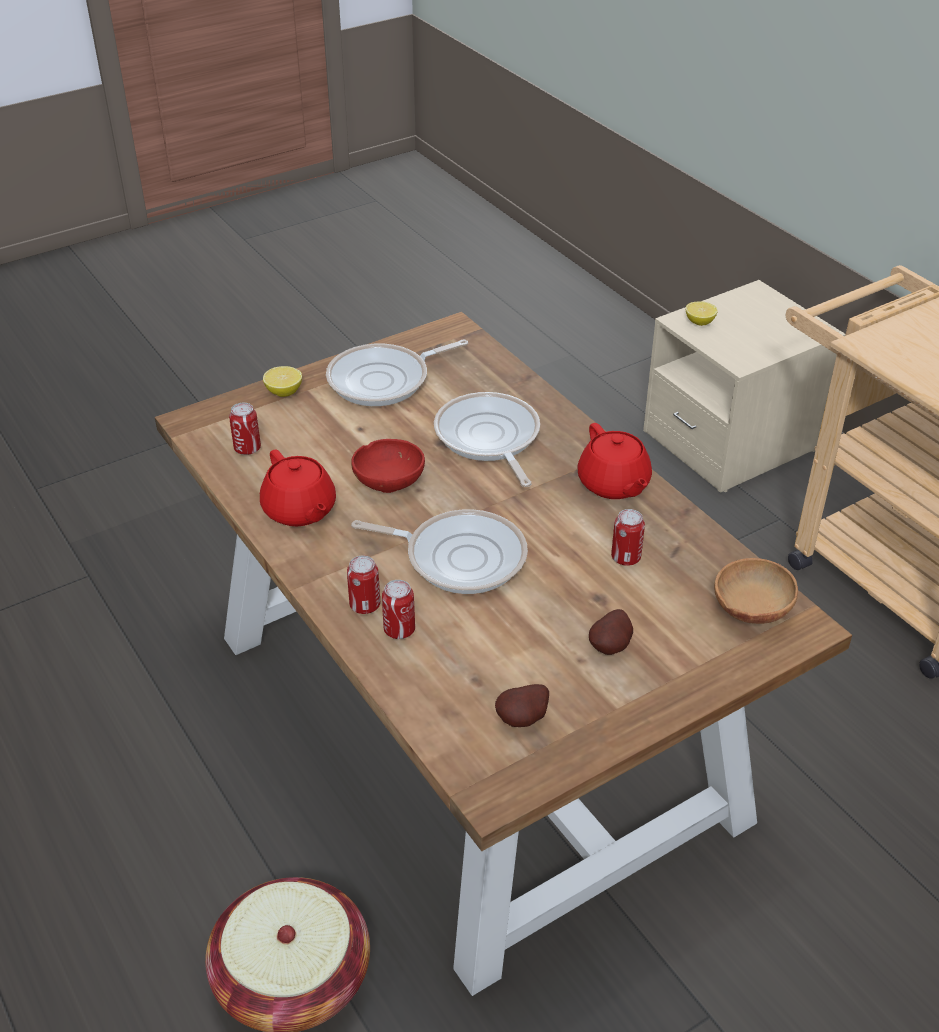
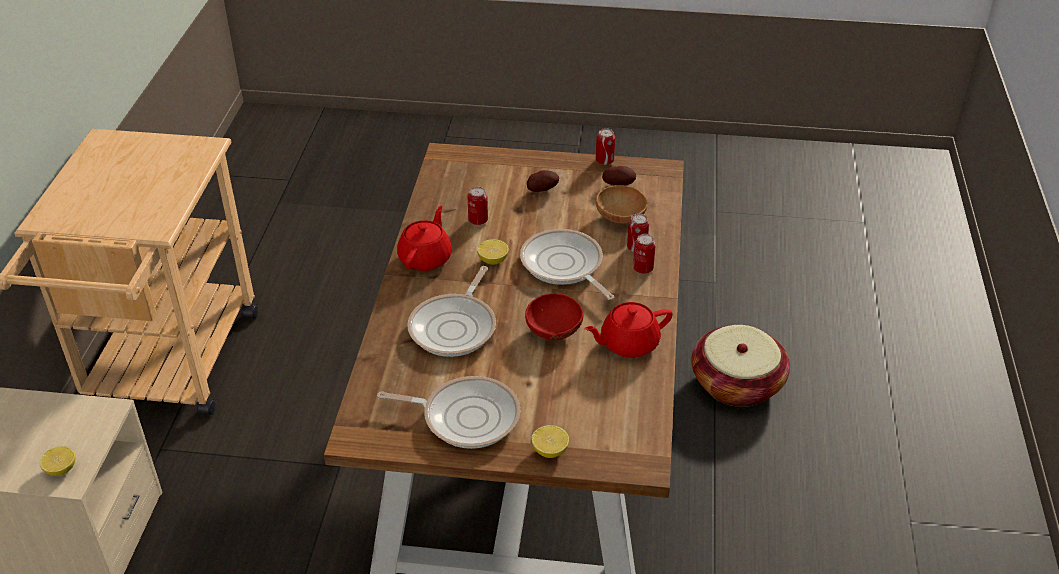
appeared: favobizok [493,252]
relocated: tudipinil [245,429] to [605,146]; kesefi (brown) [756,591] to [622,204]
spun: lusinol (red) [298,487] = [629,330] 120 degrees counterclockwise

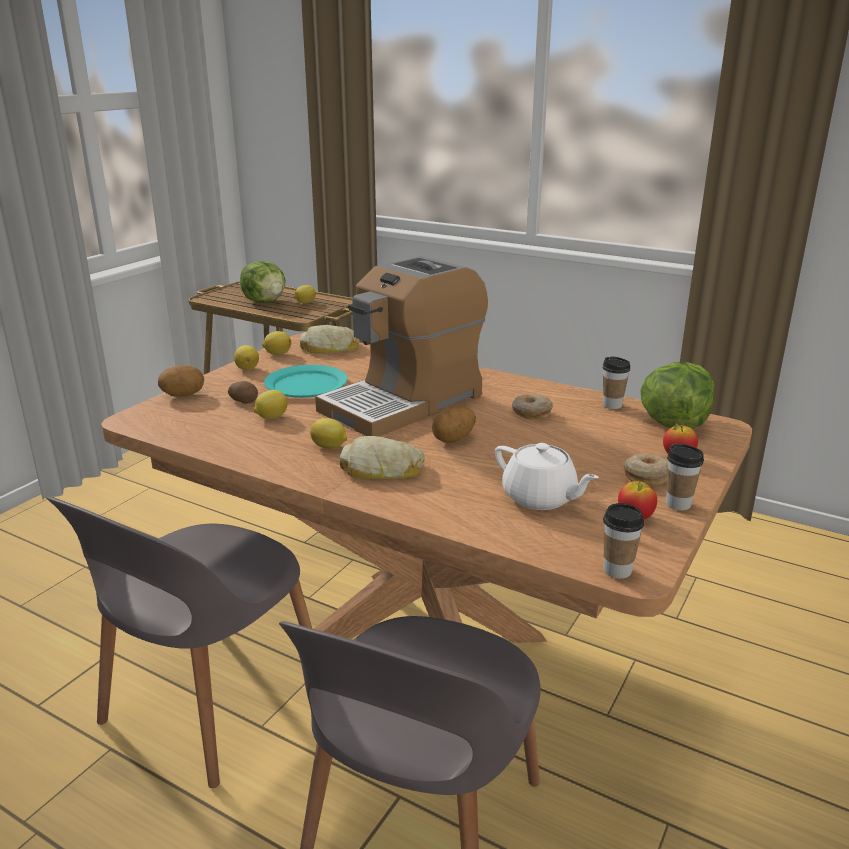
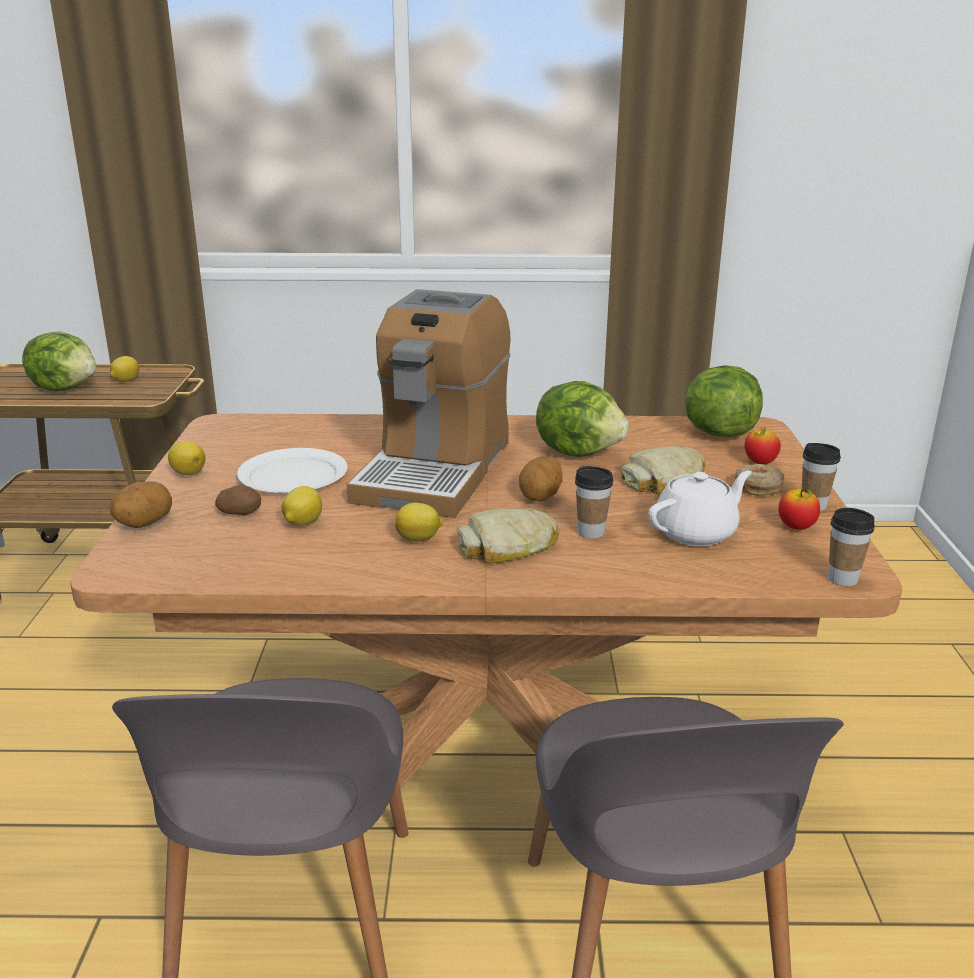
missing: favobizok [276,343]
relocated: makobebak [330,339] to [663,469]; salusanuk [616,382] to [594,502]
exchanged: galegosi [532,407] to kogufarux [582,419]
colour: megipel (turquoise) [305,381] to megipel (white) [292,471]
spun: lusinol (white) [547,476] = [700,508] 45 degrees counterclockwise

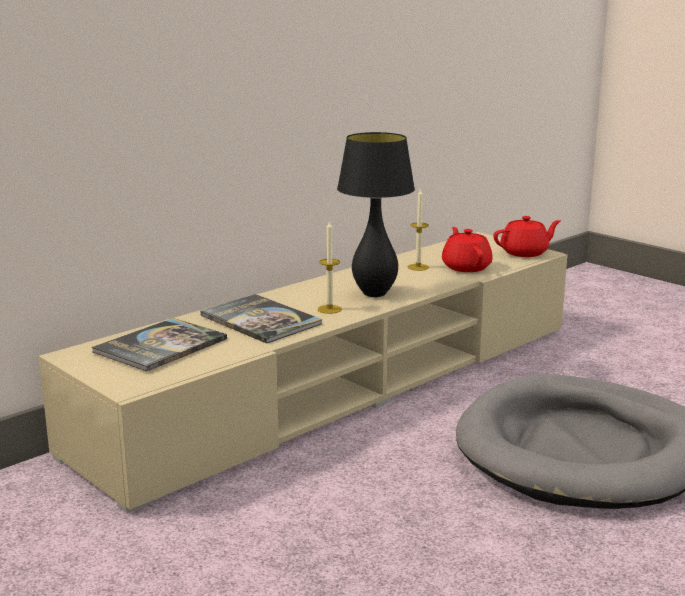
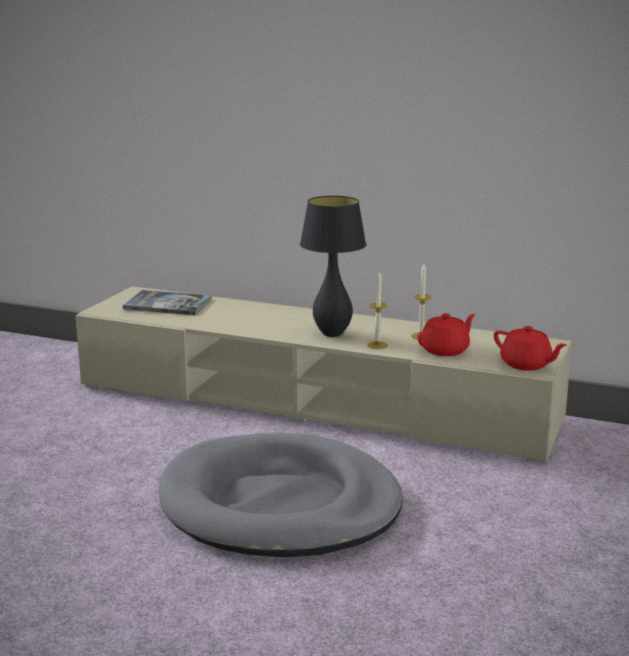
missing: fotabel [261,319]
relocated: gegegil [330,267] to [377,310]

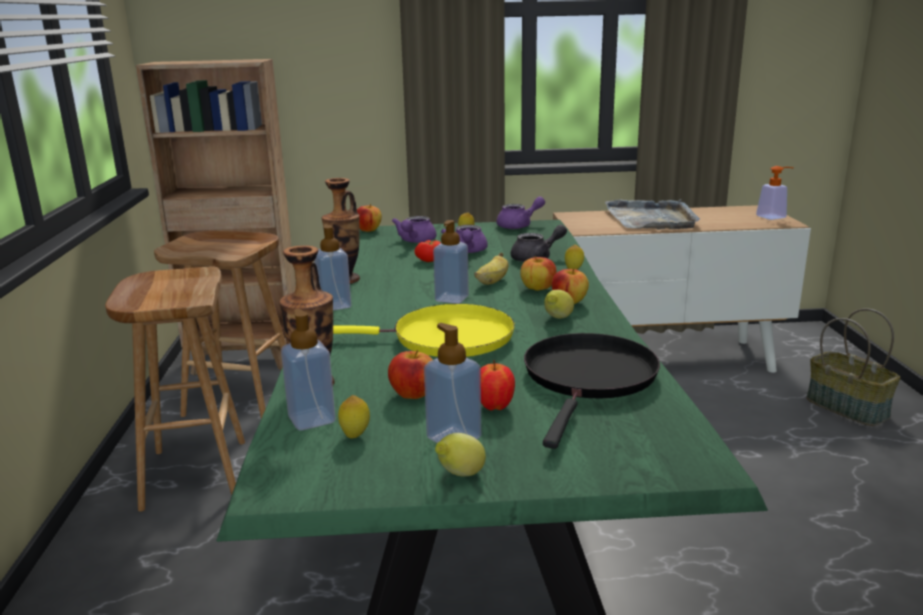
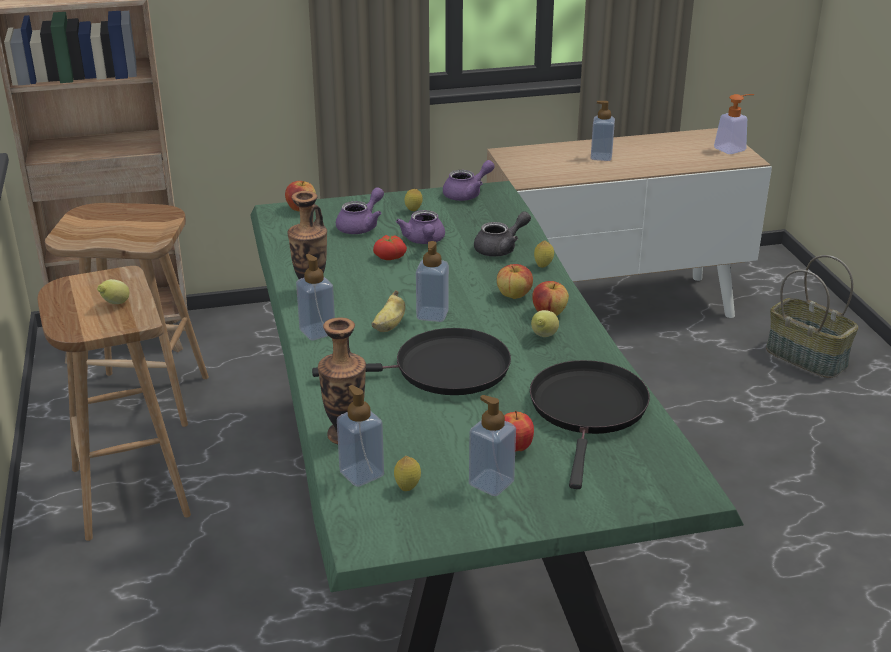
missing: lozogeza [410,374]
relocated: favobizok [460,454] to [113,291]; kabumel [491,269] to [388,311]
exchanged: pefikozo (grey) [652,214] to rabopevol [603,131]
colour: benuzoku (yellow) [424,330] to benuzoku (black) [411,361]
spun: lusinol (purple) [414,229] = [360,210] 150 degrees counterclockwise

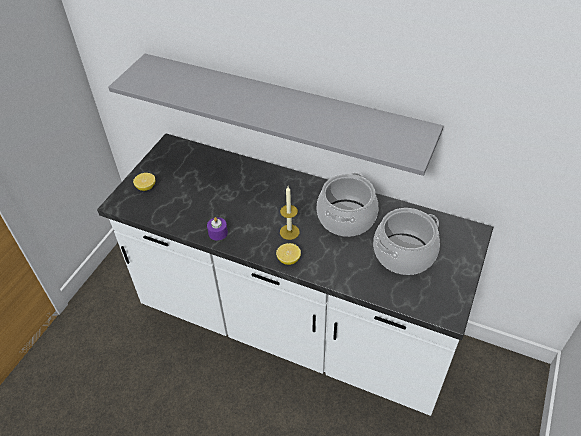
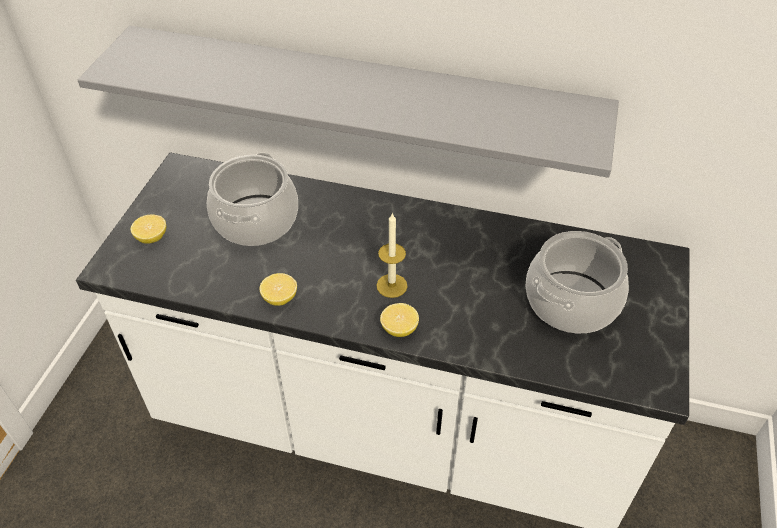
relocated: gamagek [347,205] to [252,199]
exchanged: gegegil (purple) [217,228] to favobizok [278,289]

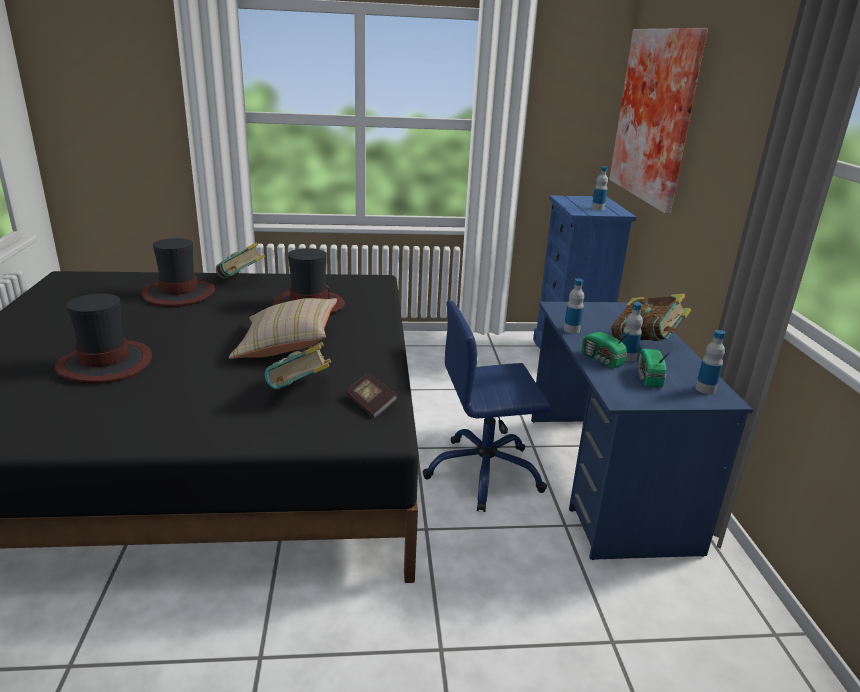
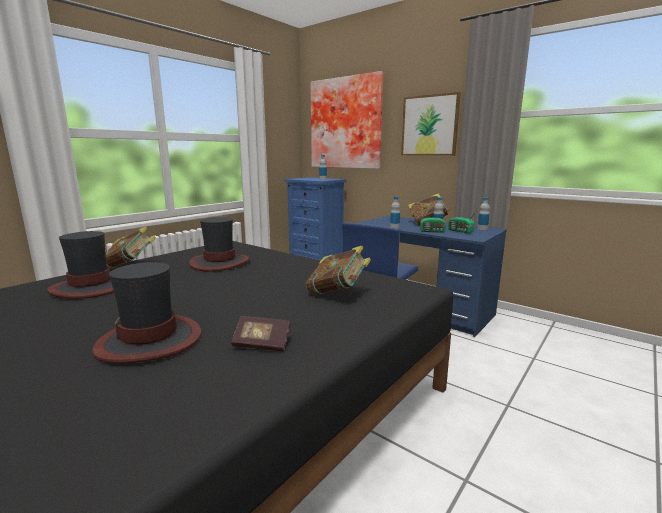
missing: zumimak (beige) [283,328]
appeared: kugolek [431,124]
relocated: fotabel [372,395] to [260,334]

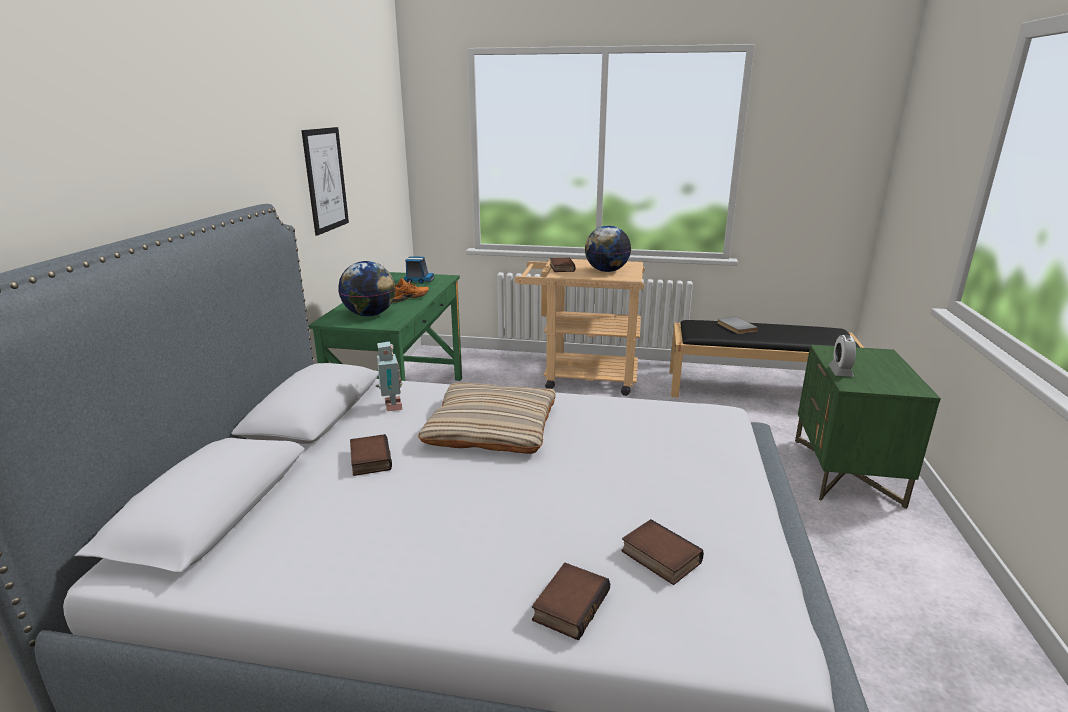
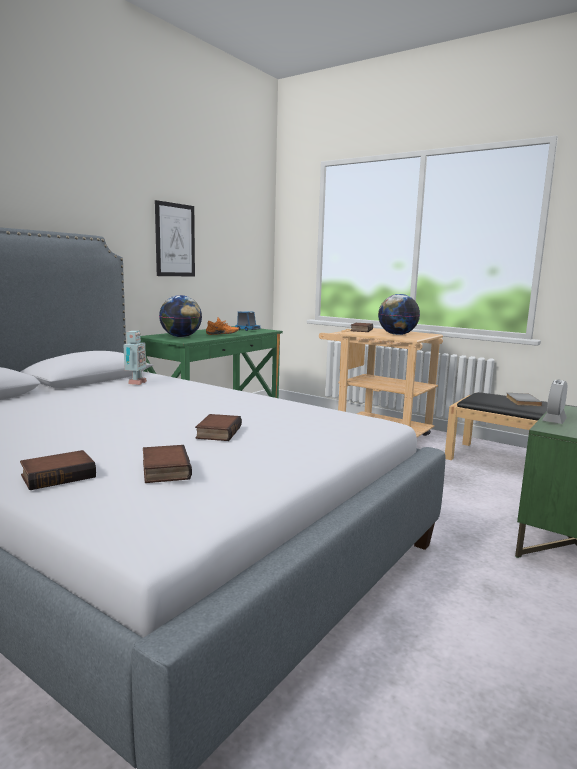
missing: zumimak (beige) [487,418]
relocated: fotabel [371,455] to [218,427]

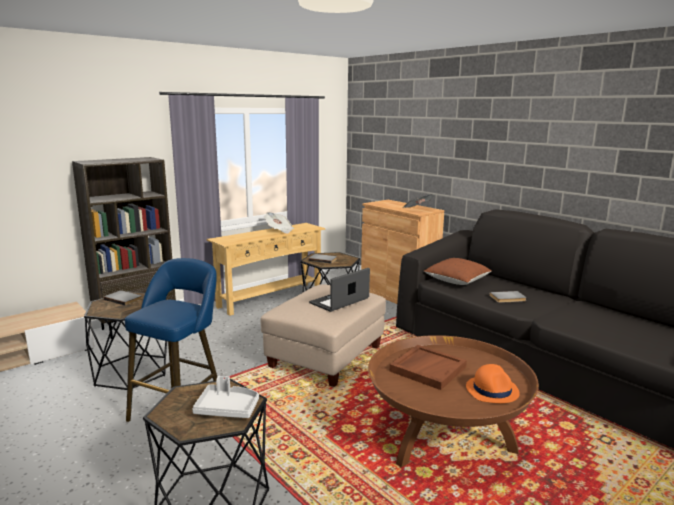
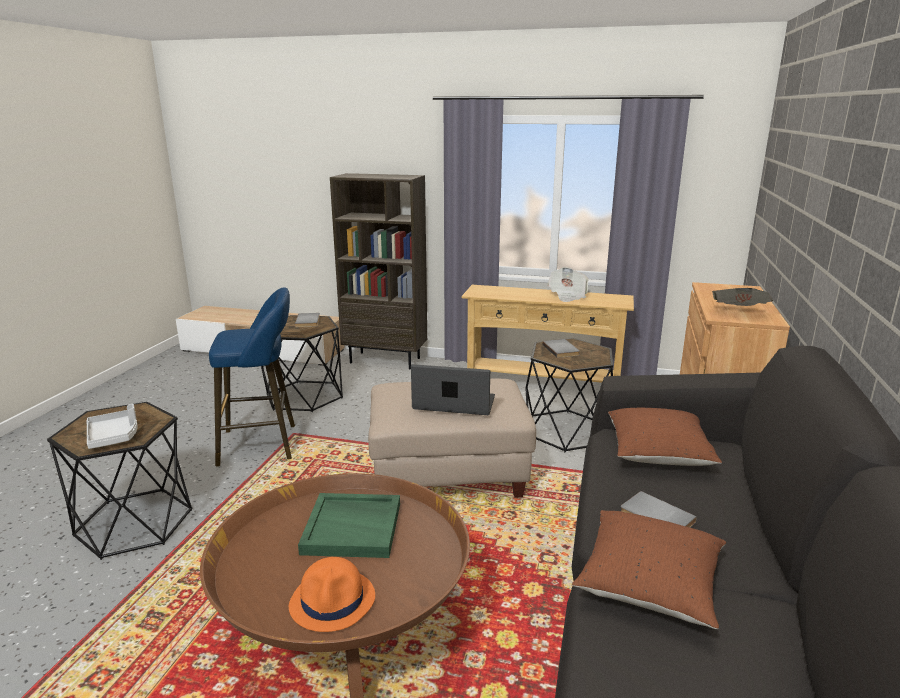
appeared: zumimak (brown) [649,569]
colour: pefikozo (brown) [428,367] to pefikozo (green) [349,525]

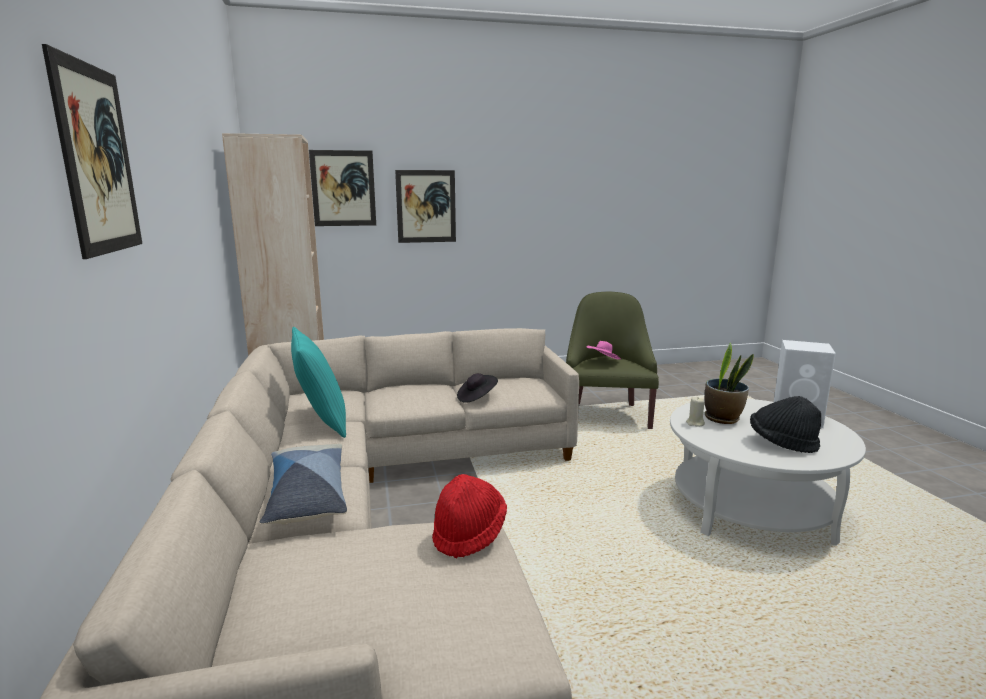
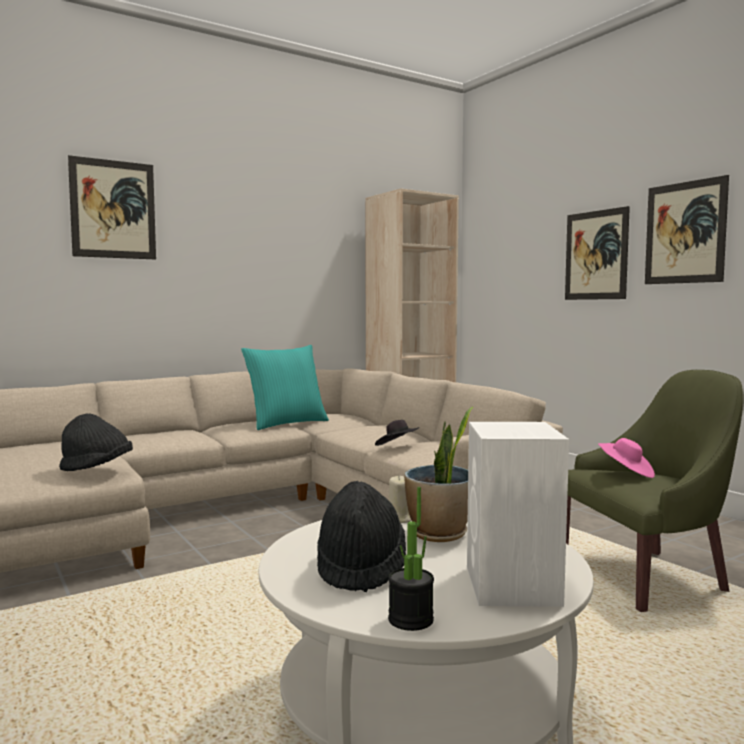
missing: zumimak [303,484]
appeared: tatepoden [411,559]
relocated: kugolek [342,188] to [687,229]
colour: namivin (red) [469,516] to namivin (black) [96,442]

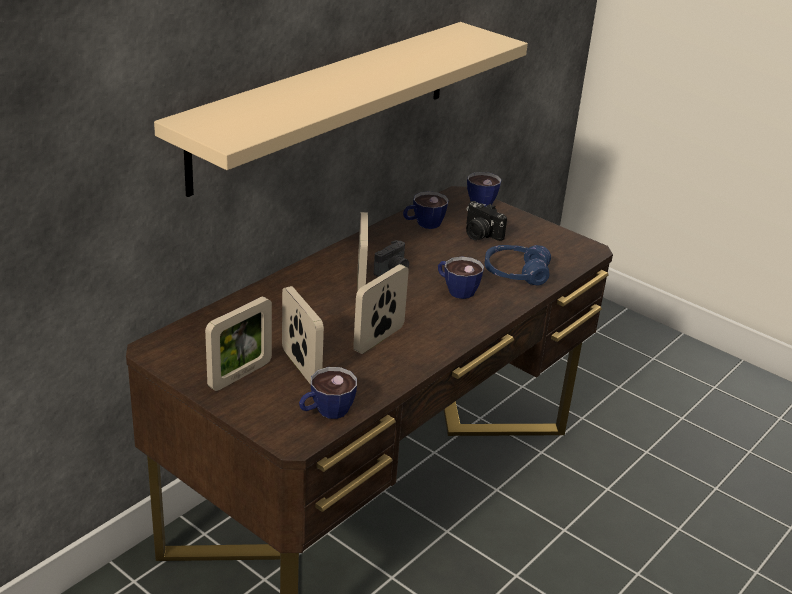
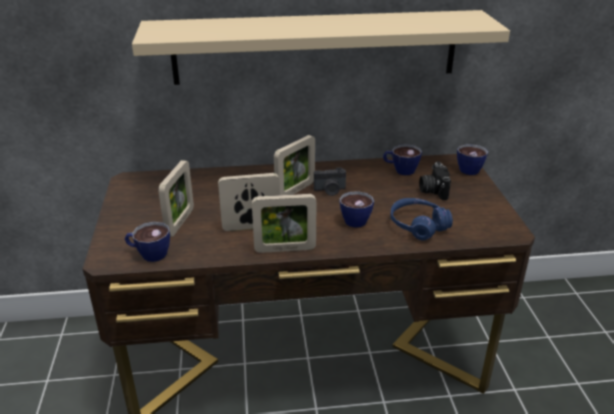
relocated: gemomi [238,344] to [284,223]

